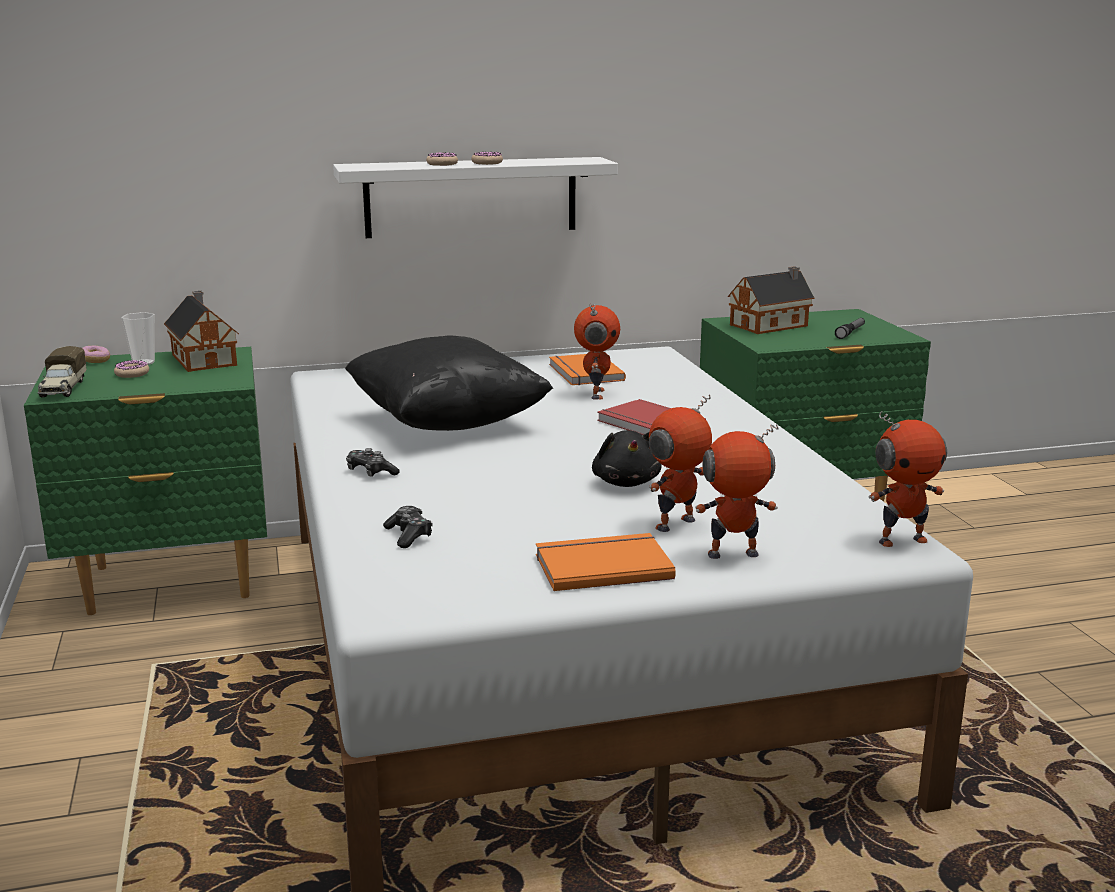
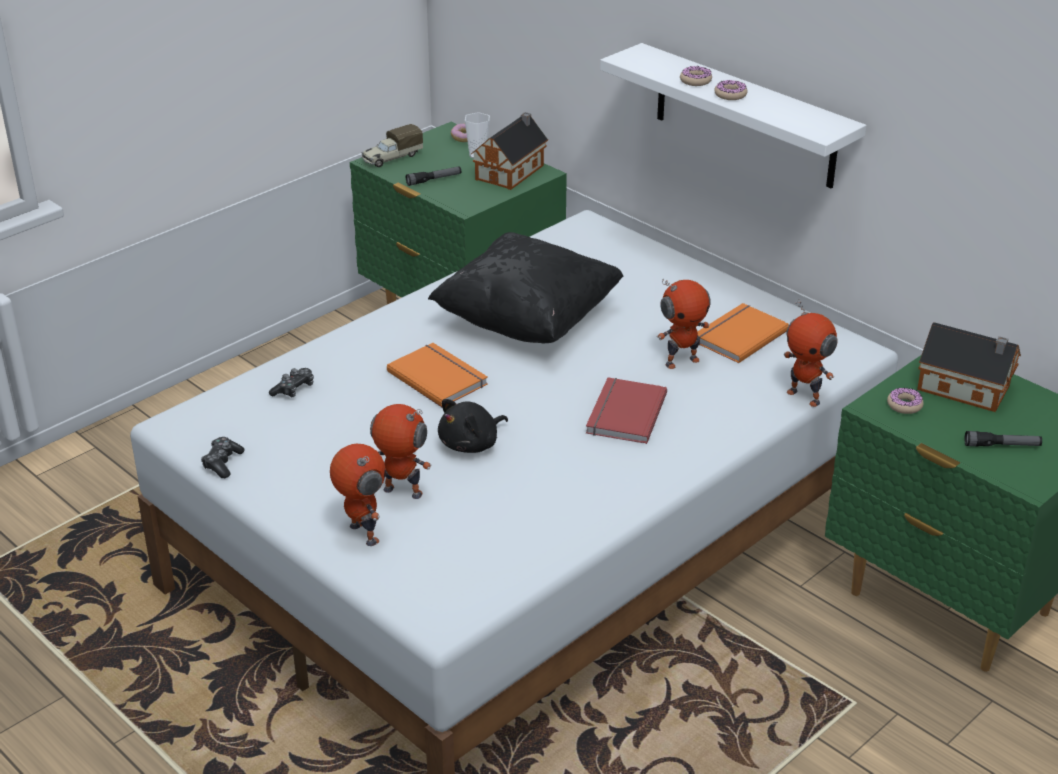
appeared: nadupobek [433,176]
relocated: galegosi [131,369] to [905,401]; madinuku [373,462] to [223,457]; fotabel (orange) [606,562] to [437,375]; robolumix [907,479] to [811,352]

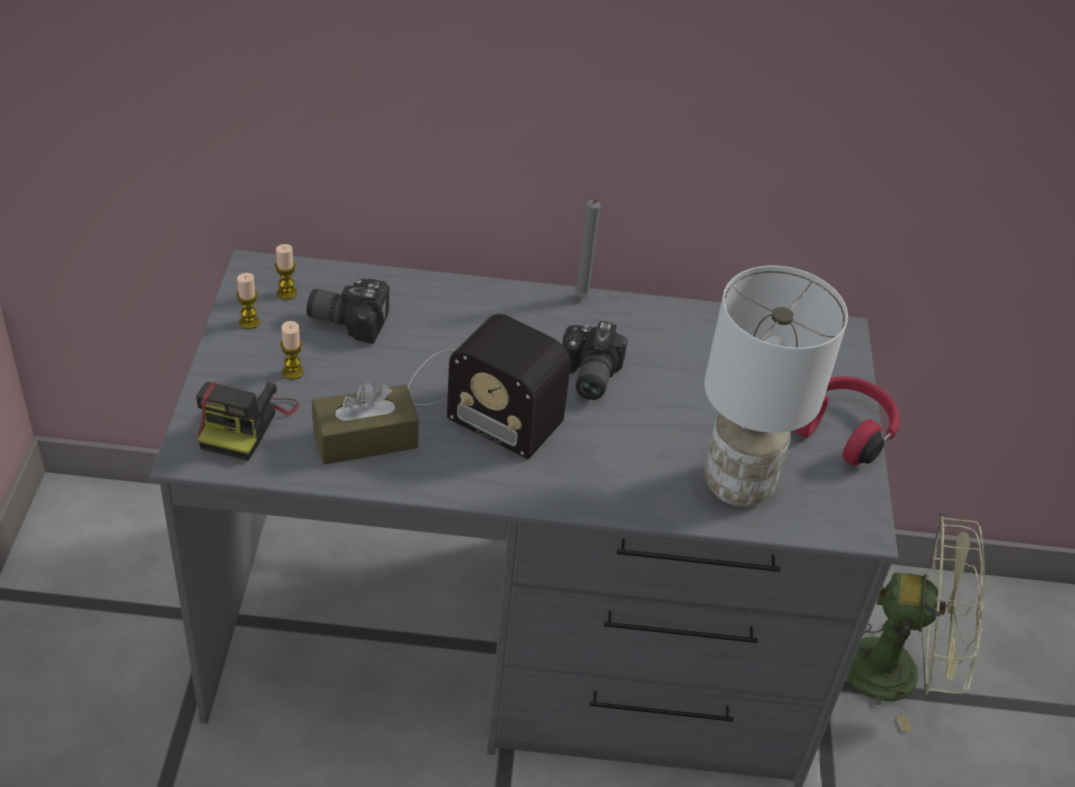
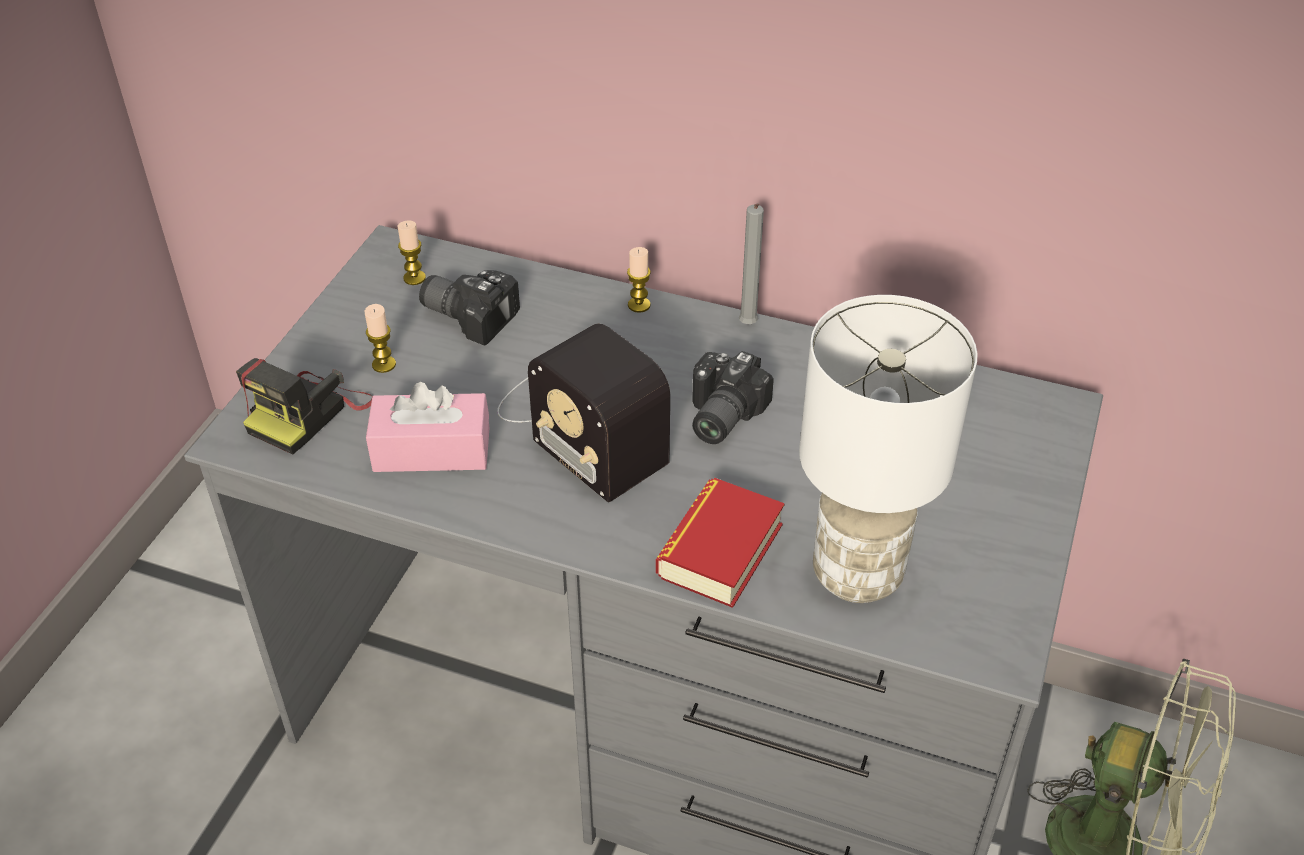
missing: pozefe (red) [847,420]
appeared: fotabel [720,543]
relocated: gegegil [248,301] to [639,280]
colour: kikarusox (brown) [365,423] to kikarusox (pink) [427,427]

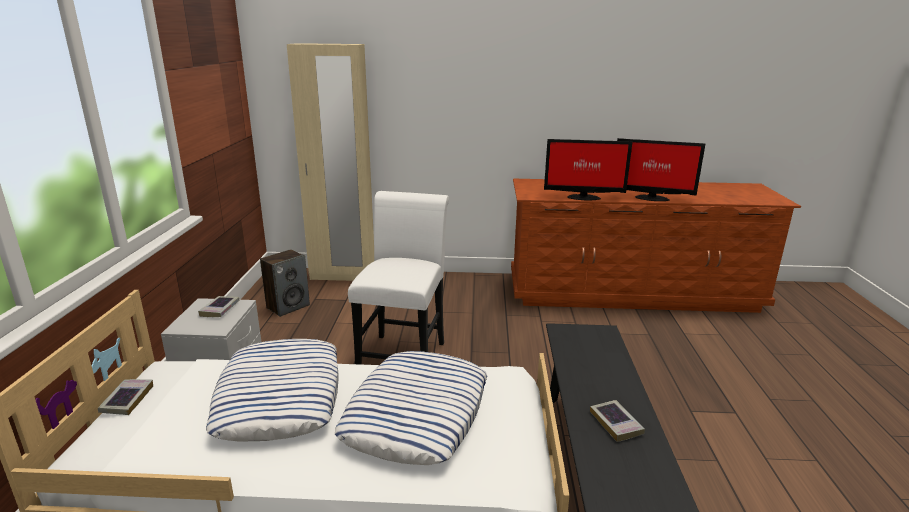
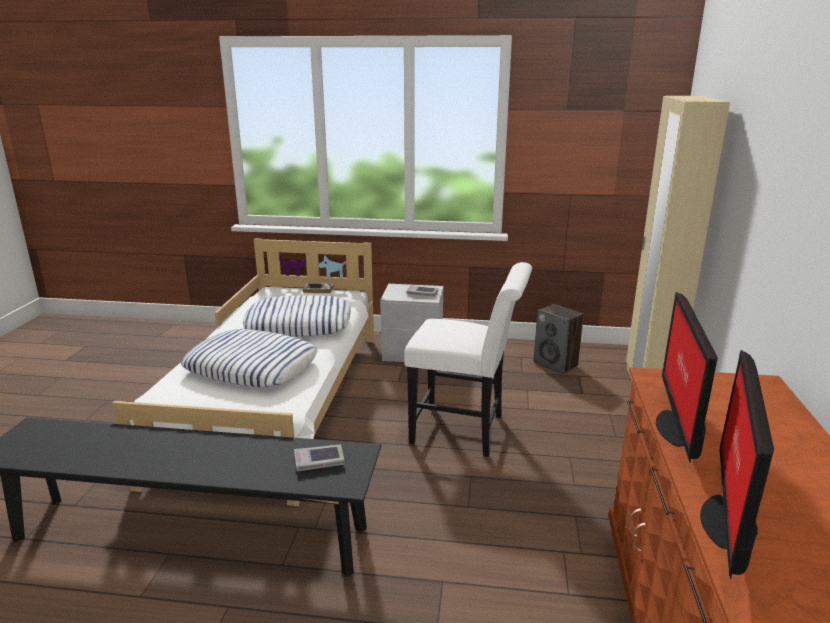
relocated: fotabel [617,421] to [319,458]

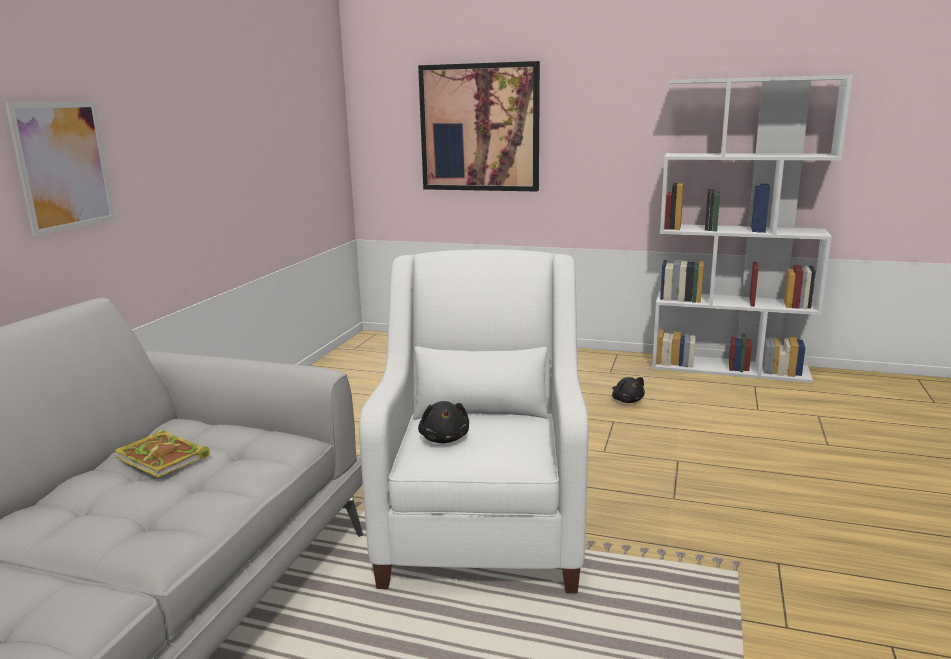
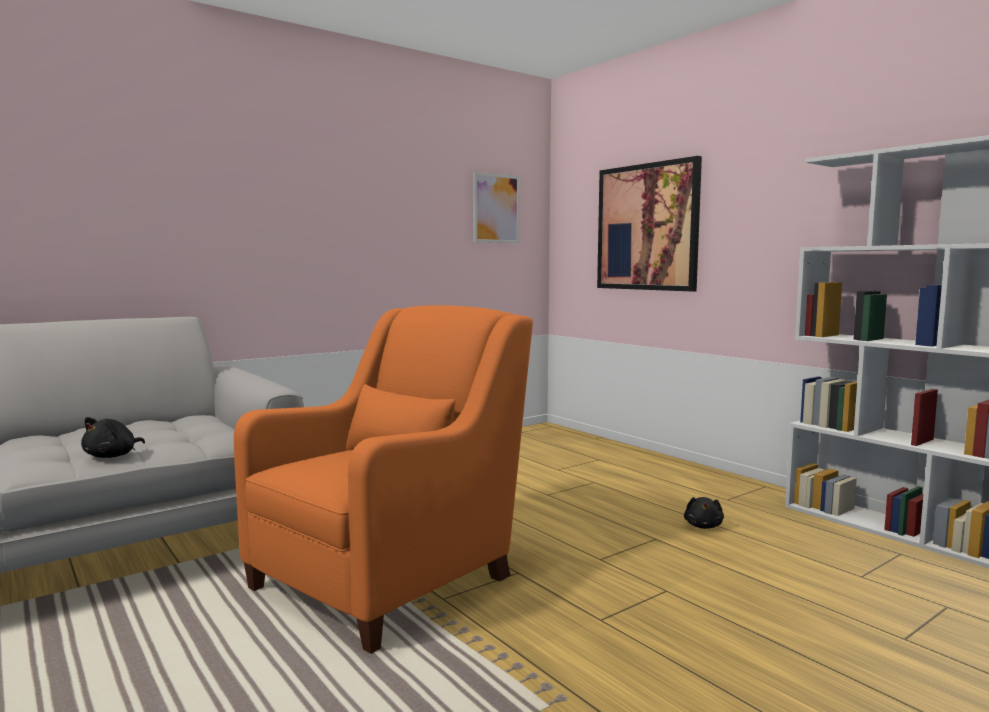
missing: fotabel [162,453]
relocated: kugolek [60,169] to [496,207]; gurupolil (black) [443,422] to [113,437]
colour: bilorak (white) [474,421] to bilorak (orange) [383,479]

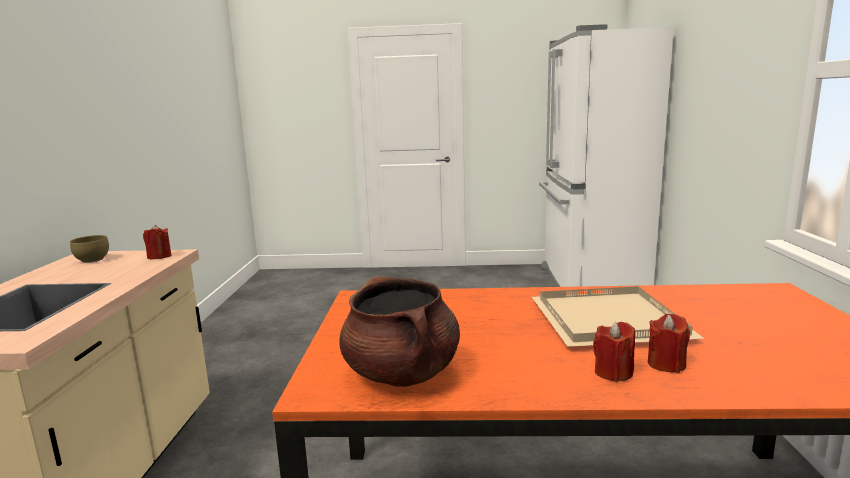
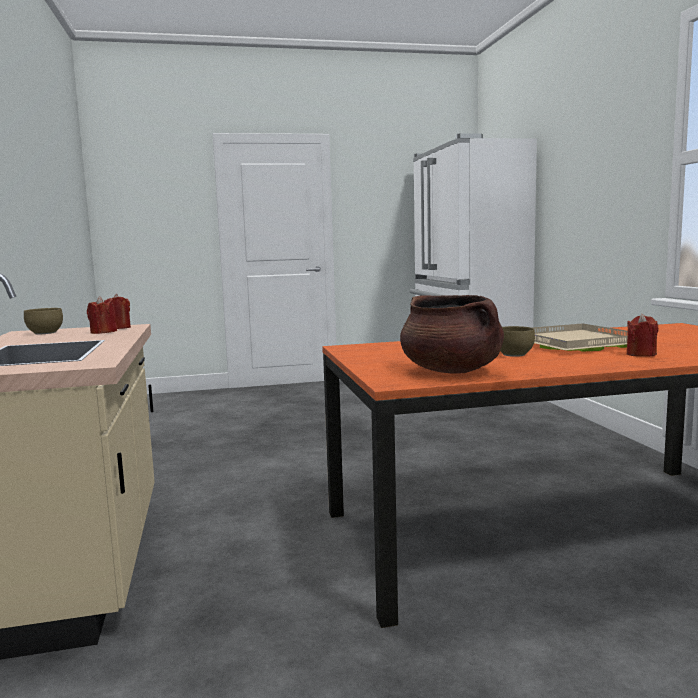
appeared: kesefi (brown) [517,341]
relocated: gegegil (red) [614,352] to [102,315]

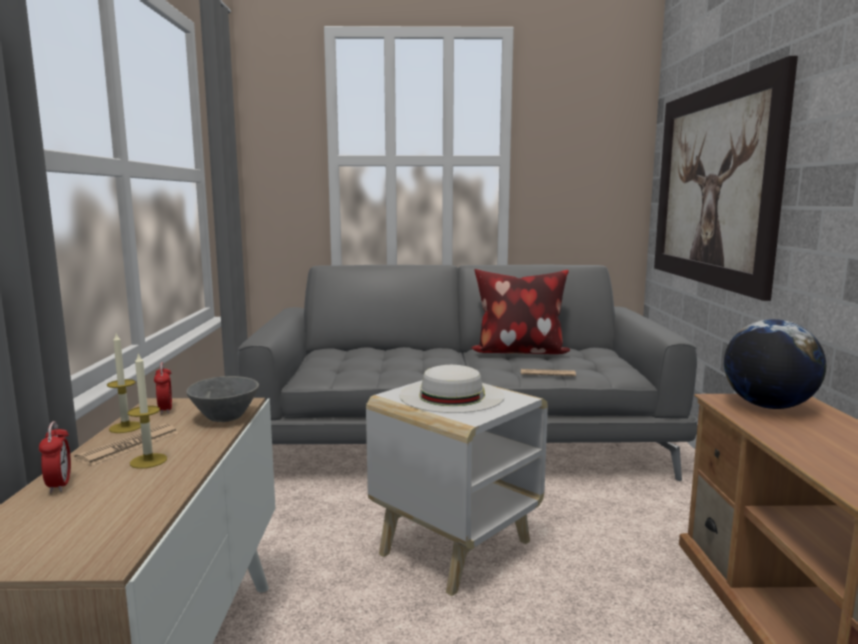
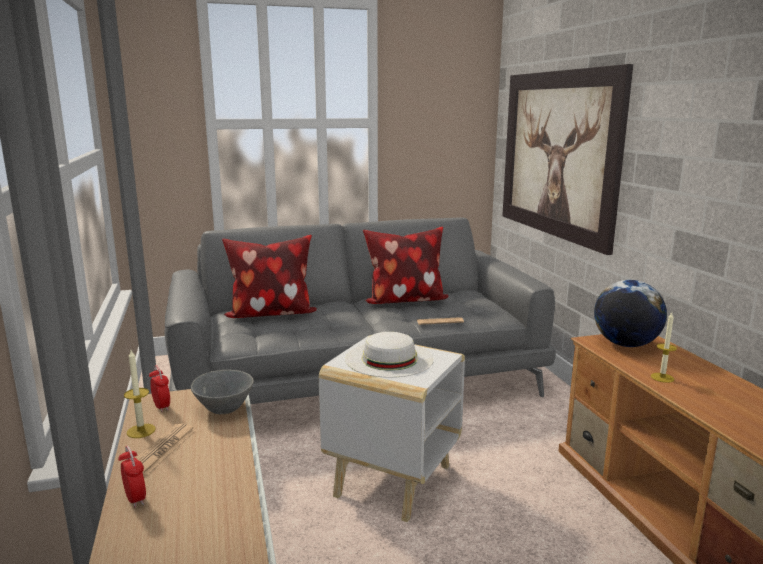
appeared: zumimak [269,276]
relocated: gegegil [147,410] to [664,347]

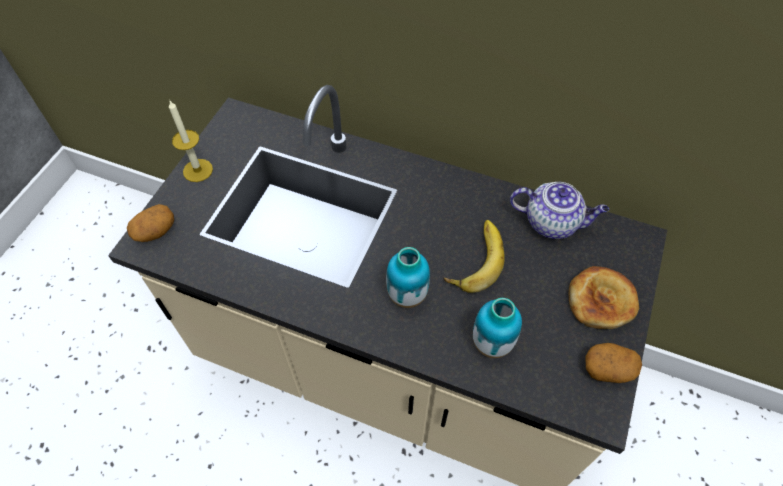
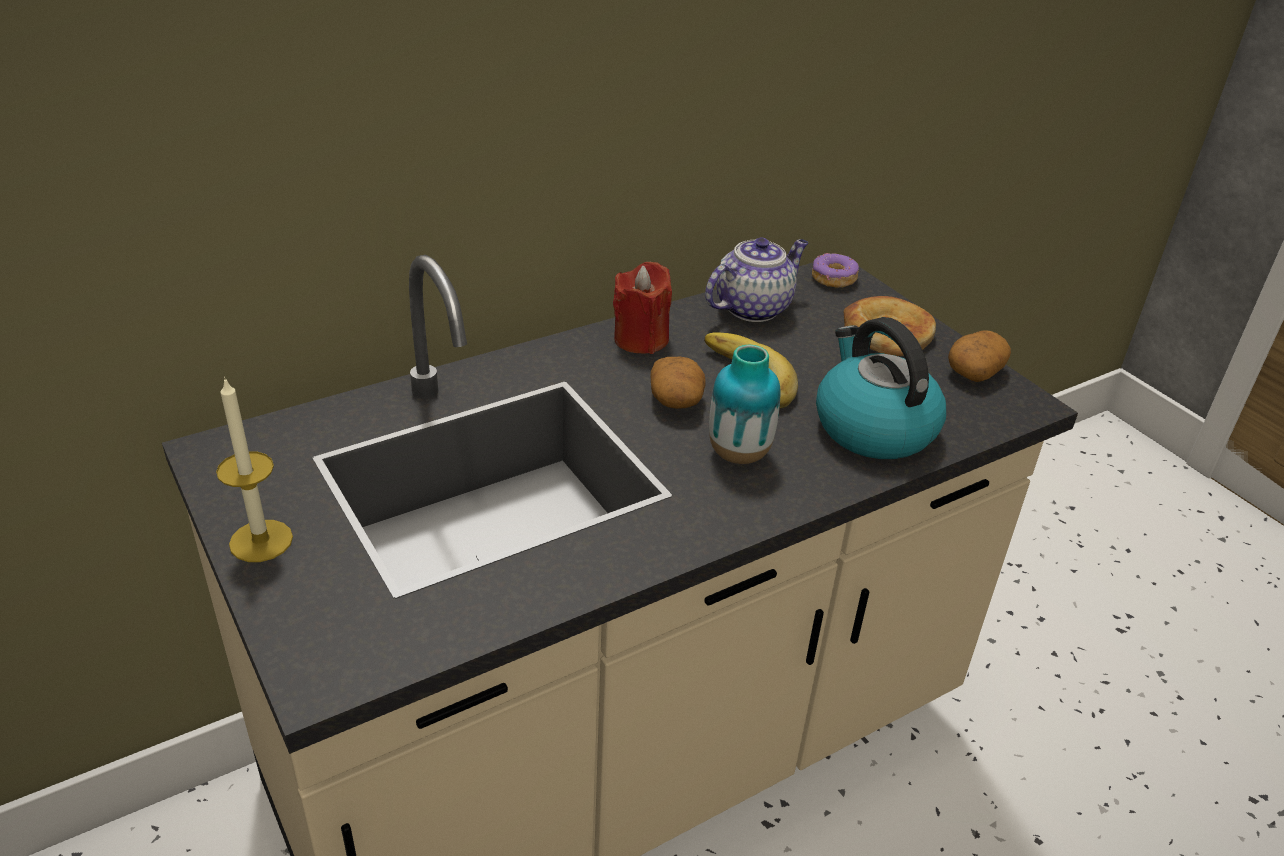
appeared: gegegil (red) [642,308]; galegosi [835,270]
relocated: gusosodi [150,223] to [678,383]
exchanged: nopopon [497,328] to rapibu [881,388]

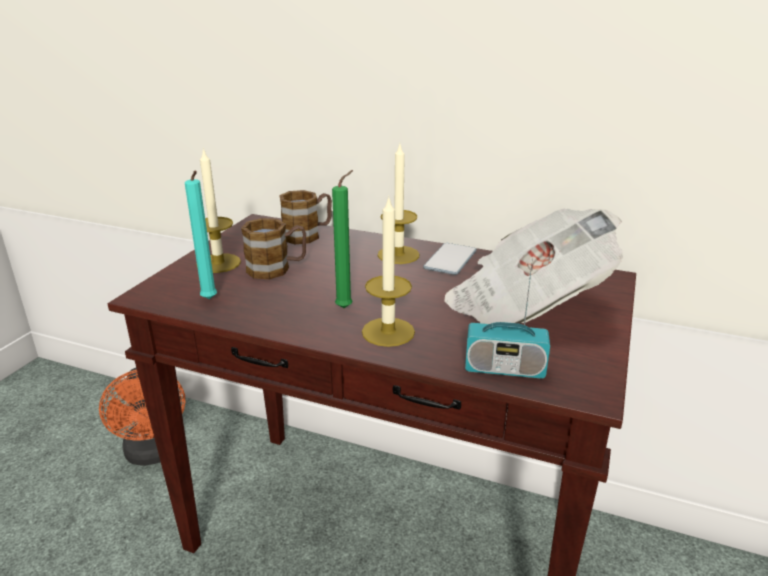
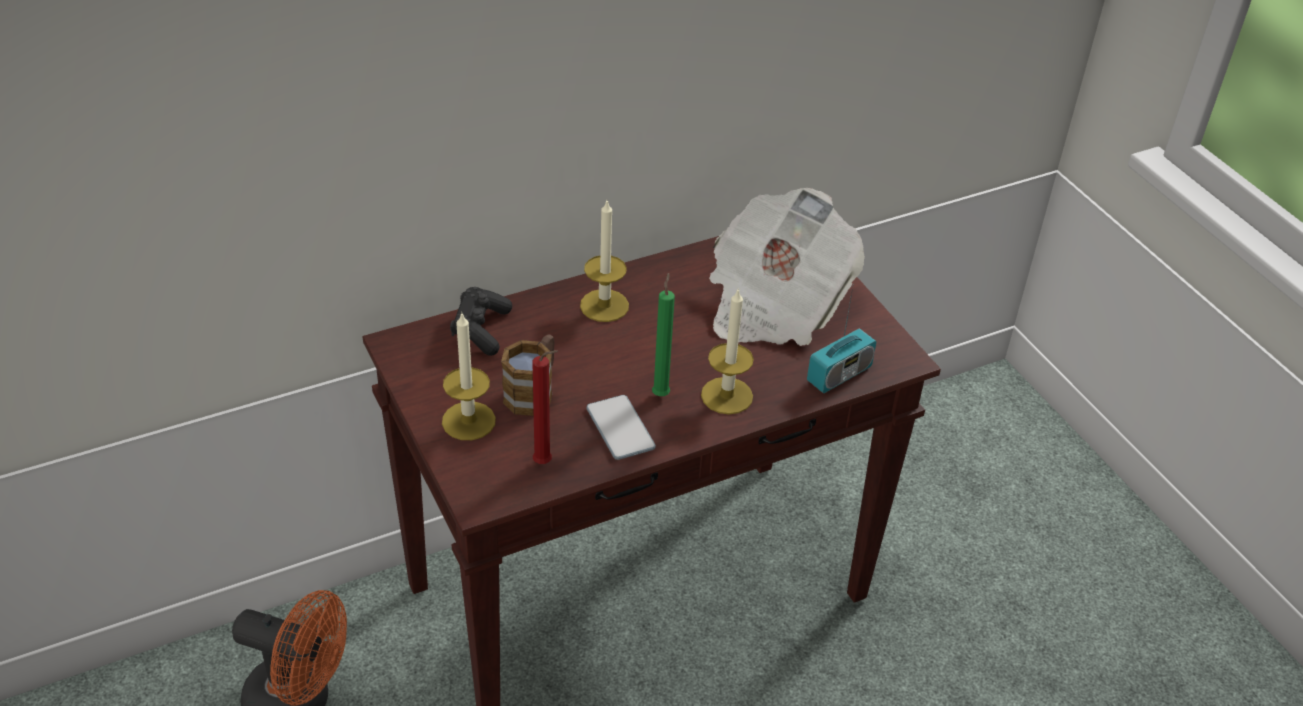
relocated: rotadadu [449,259] to [621,427]
exchanged: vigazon [305,217] to madinuku (black) [481,321]
colour: gegegil (turquoise) [201,234] to gegegil (red) [545,407]

